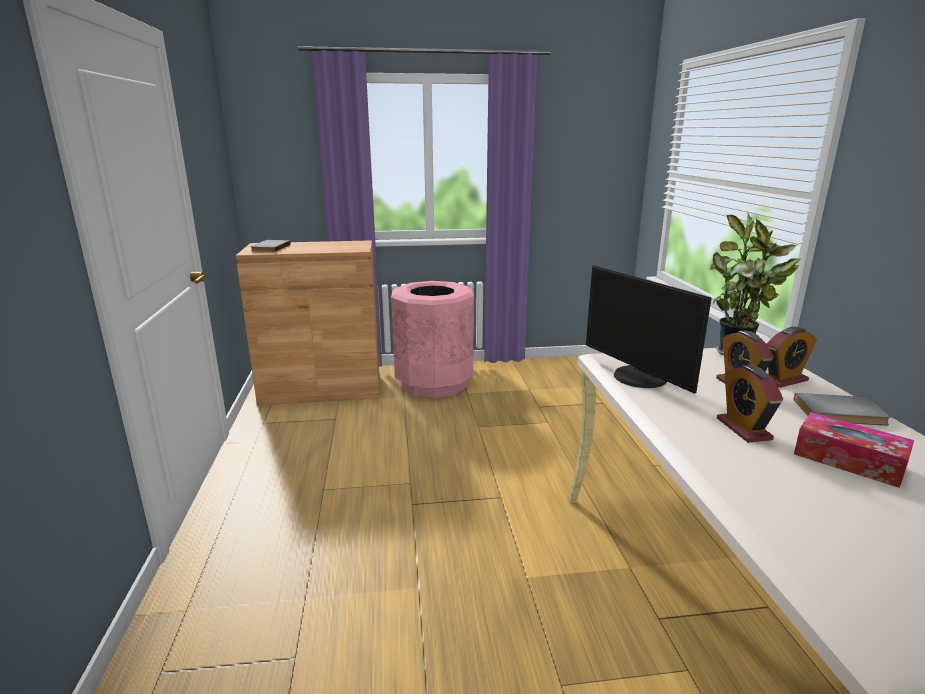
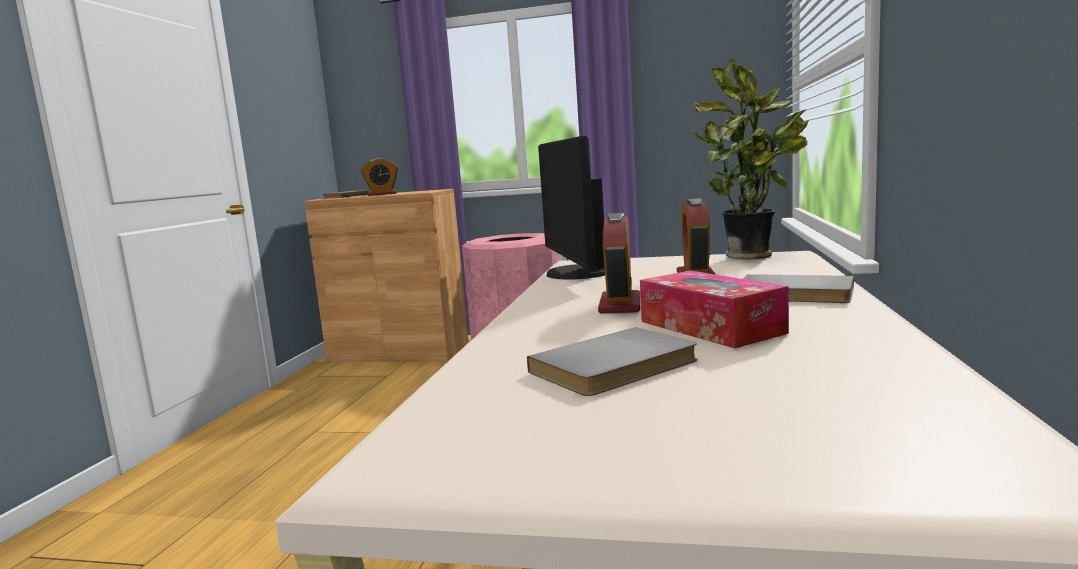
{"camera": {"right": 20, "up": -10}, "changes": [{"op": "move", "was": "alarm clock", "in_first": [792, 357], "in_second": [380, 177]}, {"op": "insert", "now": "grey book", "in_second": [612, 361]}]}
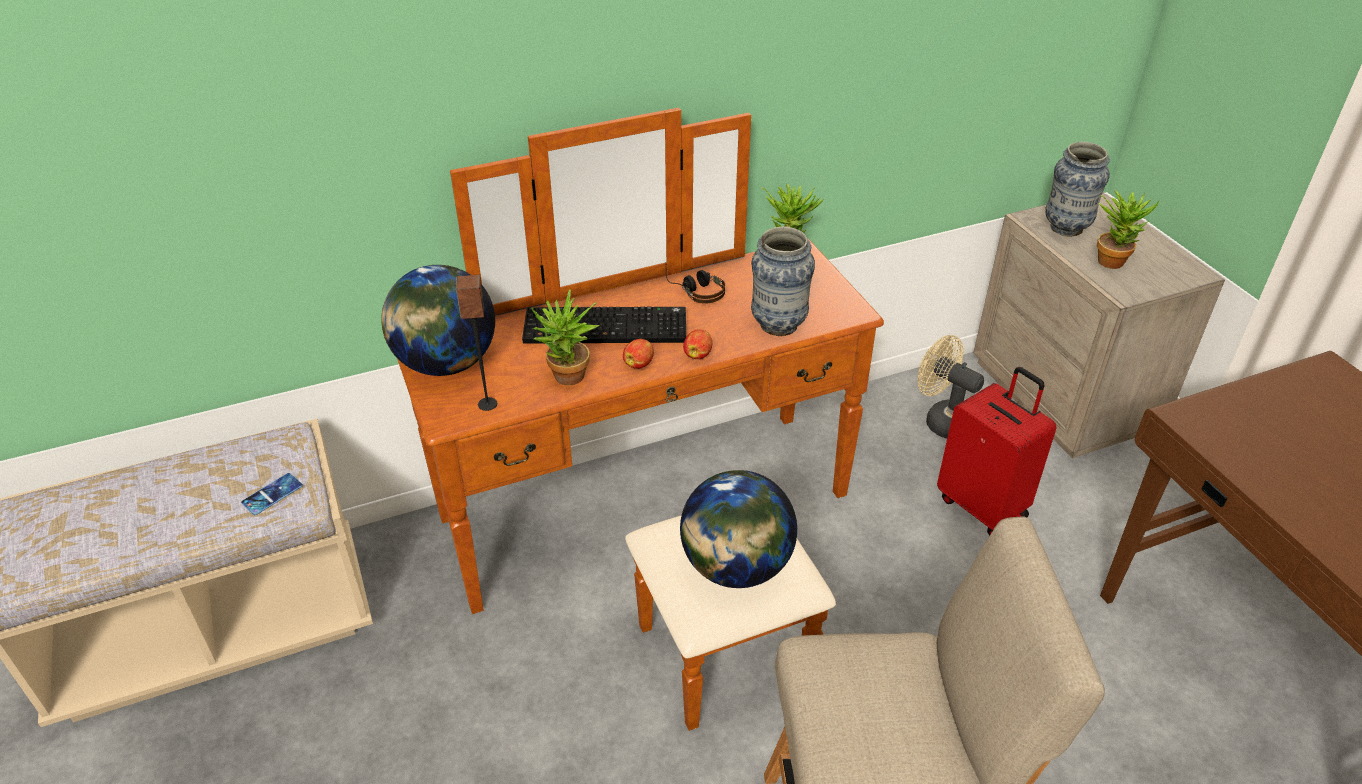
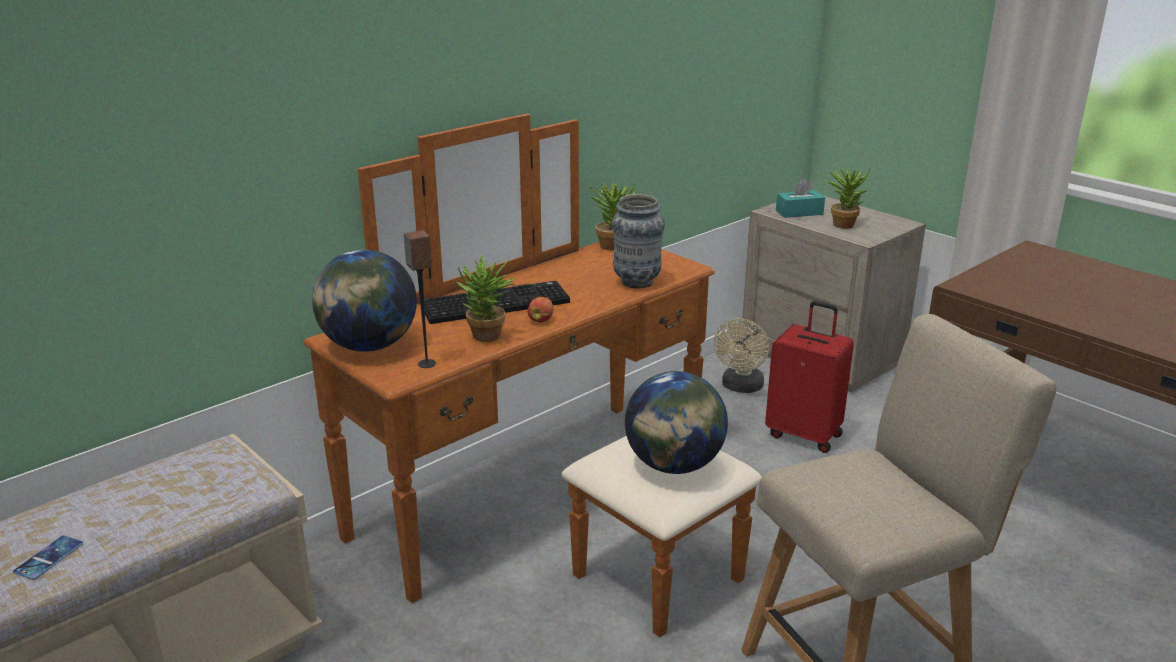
{"camera": {"right": -20, "up": -15}, "changes": [{"op": "move", "was": "phone", "in_first": [272, 494], "in_second": [48, 557]}, {"op": "delete", "was": "headphones", "in_first": [695, 287]}, {"op": "delete", "was": "apple", "in_first": [697, 344]}, {"op": "rotate", "was": "beige fan", "in_first": [950, 387], "in_second": [741, 355], "clockwise": -90}, {"op": "replace", "was": "vase", "now": "turquoise tissue box", "in_first": [1077, 189], "in_second": [800, 198]}]}
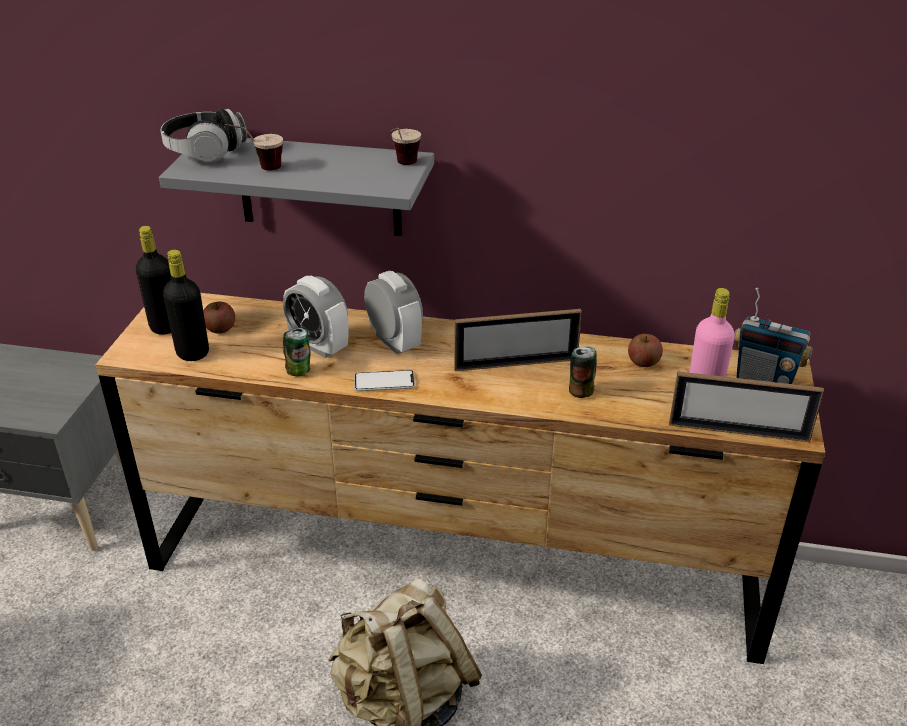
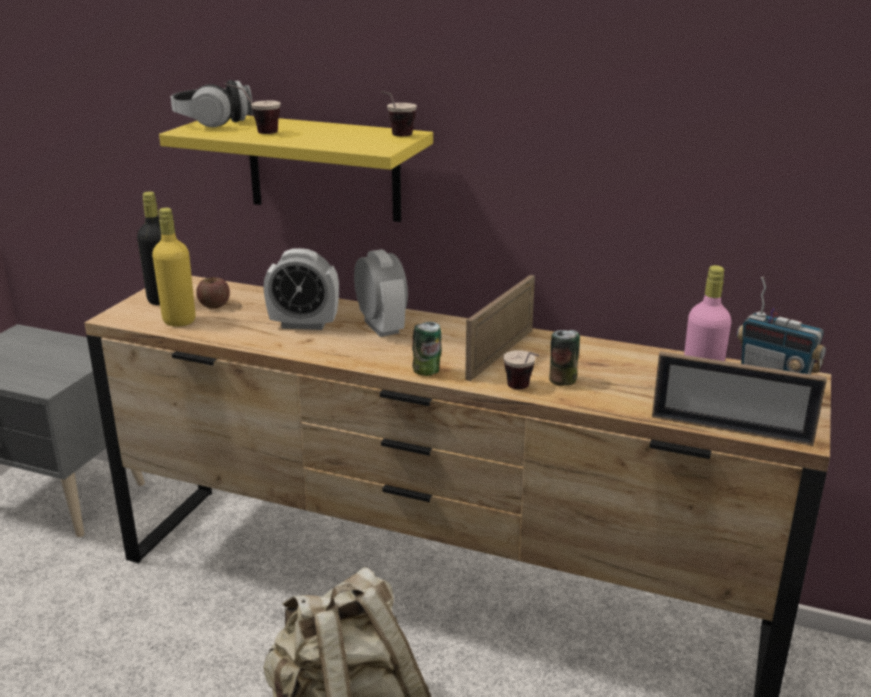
{"camera": {"right": 10, "up": -10}, "changes": [{"op": "recolor", "was": "grey shelf", "now": "yellow shelf", "in_first": [296, 187], "in_second": [296, 168]}, {"op": "recolor", "was": "black bottle", "now": "yellow bottle", "in_first": [186, 305], "in_second": [173, 267]}, {"op": "rotate", "was": "alarm clock", "in_first": [316, 317], "in_second": [301, 289], "clockwise": -45}, {"op": "move", "was": "can", "in_first": [297, 351], "in_second": [427, 349]}, {"op": "delete", "was": "phone", "in_first": [384, 380]}, {"op": "rotate", "was": "picture frame", "in_first": [518, 340], "in_second": [500, 328], "clockwise": 120}, {"op": "delete", "was": "apple", "in_first": [645, 350]}, {"op": "insert", "now": "cup", "in_second": [521, 369]}]}
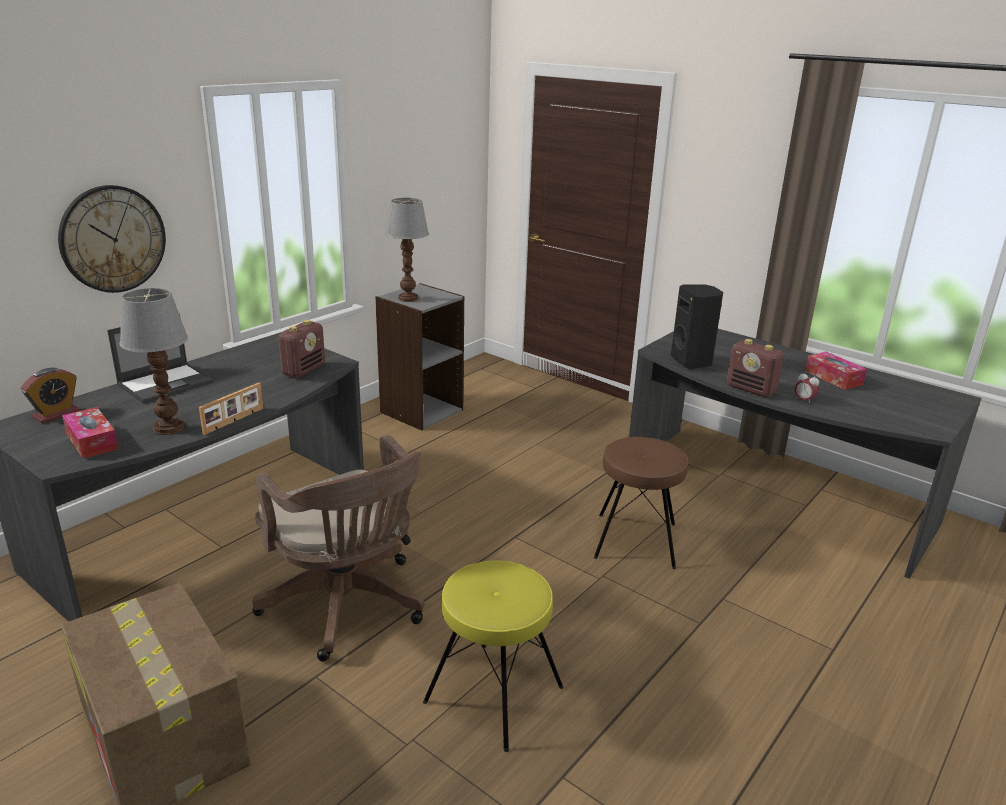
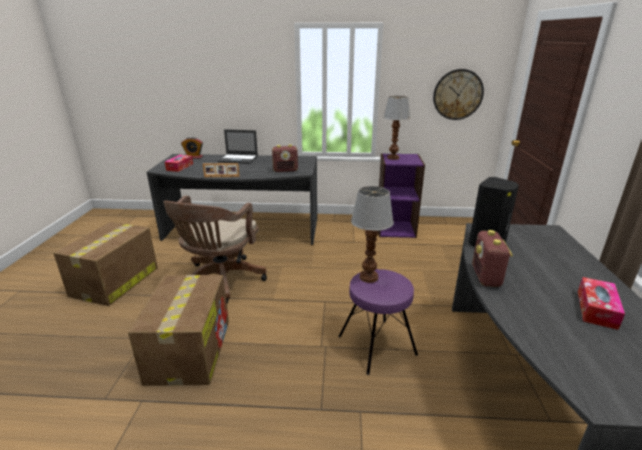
{"camera": {"right": 55, "up": 0}, "changes": [{"op": "move", "was": "wall clock", "in_first": [112, 239], "in_second": [458, 94]}, {"op": "move", "was": "table lamp", "in_first": [153, 361], "in_second": [372, 234]}, {"op": "recolor", "was": "grey bookcase", "now": "purple bookcase", "in_first": [419, 357], "in_second": [401, 195]}, {"op": "replace", "was": "yellow stool", "now": "cardboard box", "in_first": [493, 656], "in_second": [178, 330]}, {"op": "recolor", "was": "brown stool", "now": "purple stool", "in_first": [641, 503], "in_second": [378, 322]}, {"op": "delete", "was": "alarm clock", "in_first": [807, 387]}]}
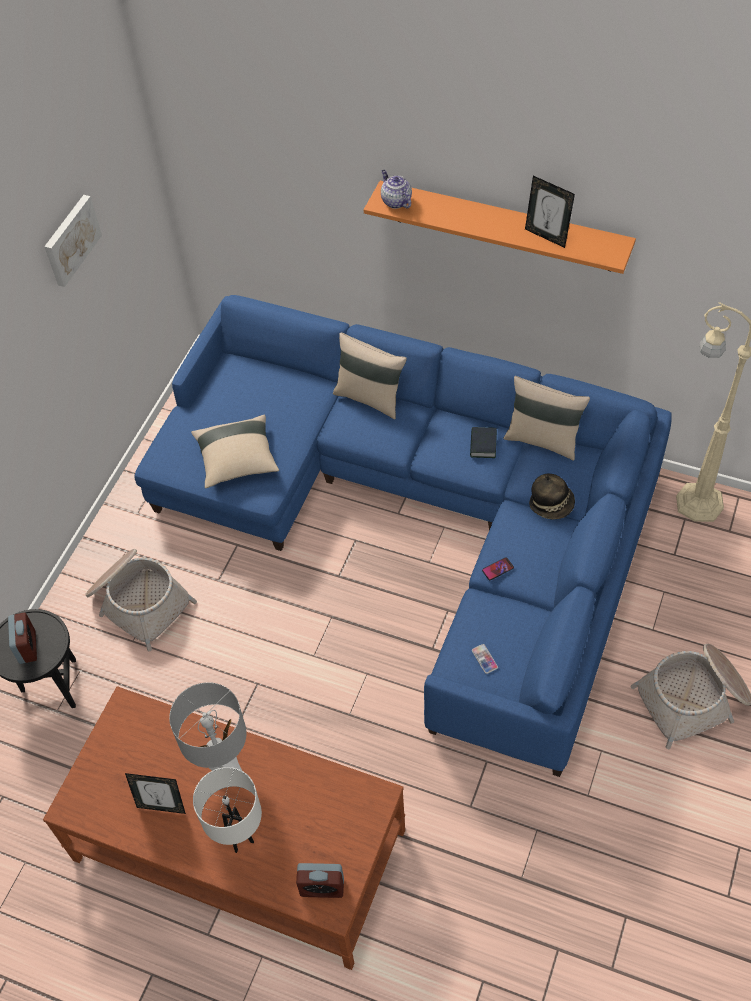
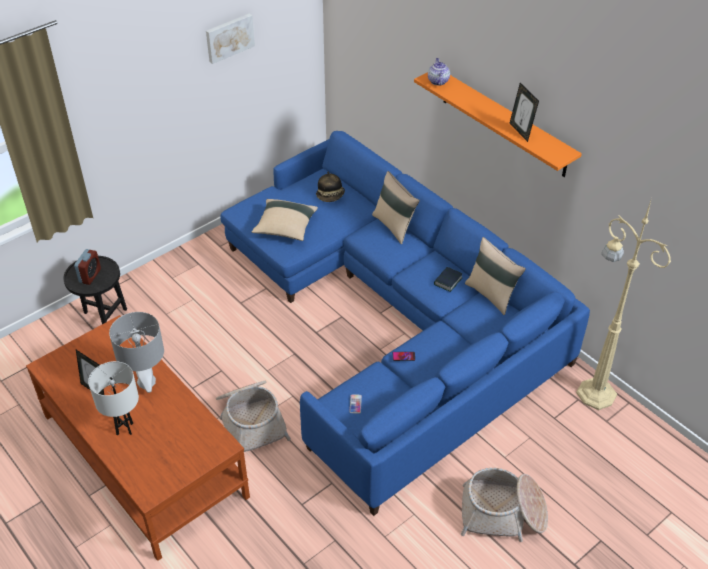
{"camera": {"right": 25, "up": -10}, "changes": [{"op": "move", "was": "basket", "in_first": [141, 600], "in_second": [253, 416]}, {"op": "delete", "was": "alarm clock", "in_first": [320, 880]}, {"op": "move", "was": "hat", "in_first": [552, 496], "in_second": [330, 186]}]}
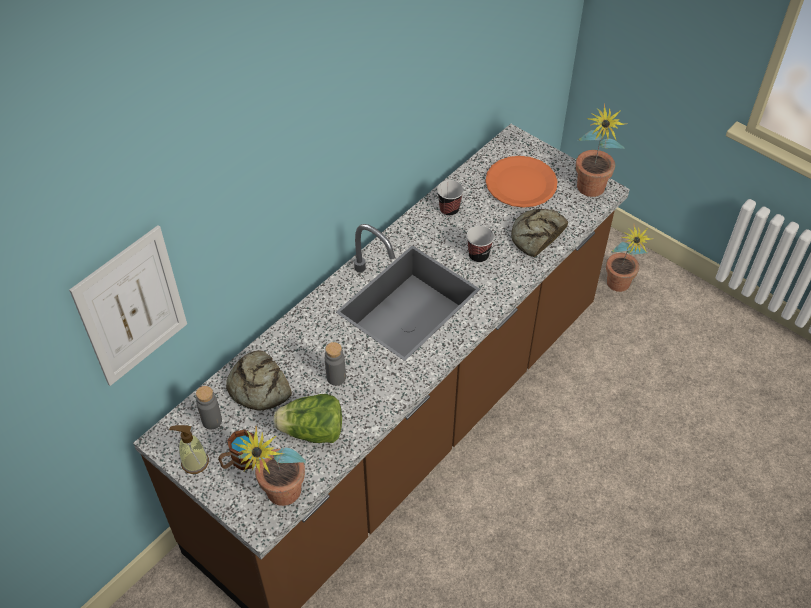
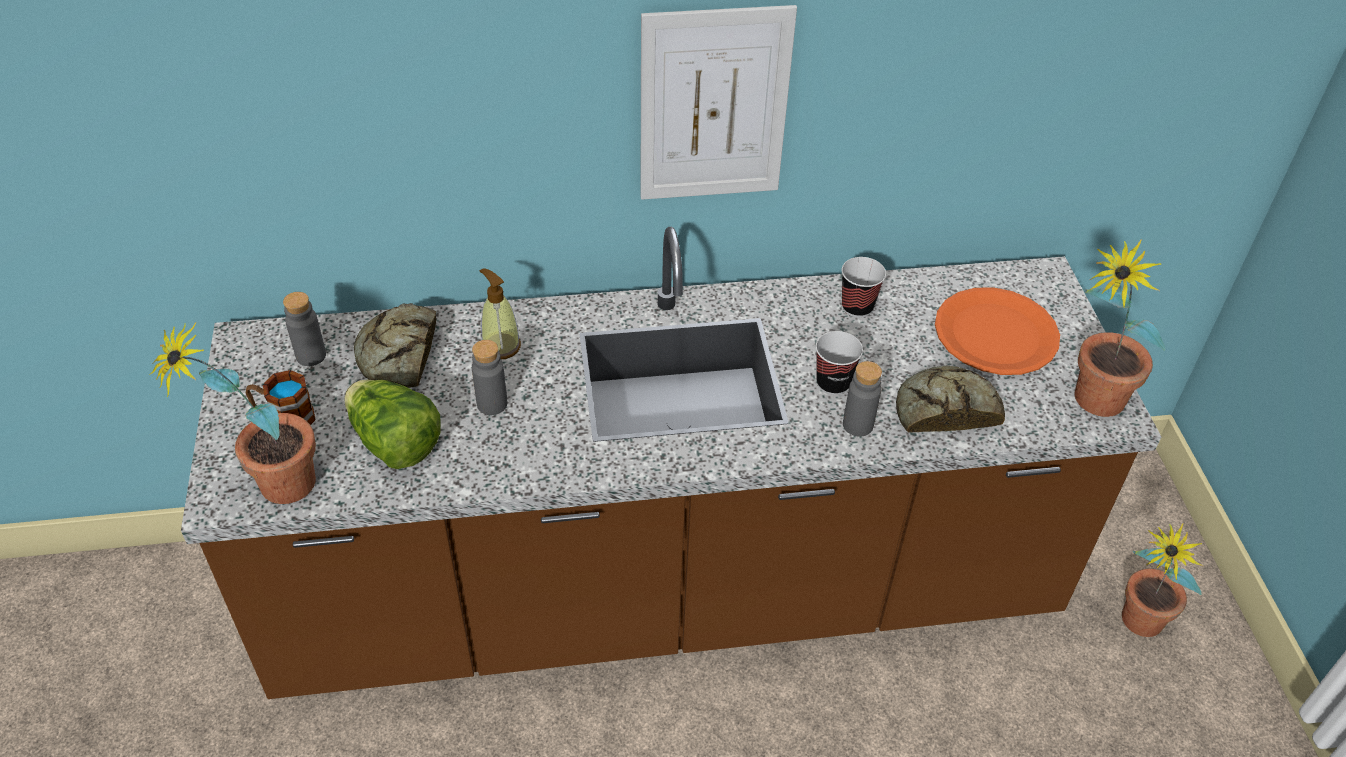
{"camera": {"right": 40, "up": -5}, "changes": [{"op": "move", "was": "picture", "in_first": [128, 305], "in_second": [718, 102]}, {"op": "move", "was": "soap dispenser", "in_first": [189, 449], "in_second": [500, 313]}, {"op": "insert", "now": "grey bottle", "in_second": [862, 399]}]}
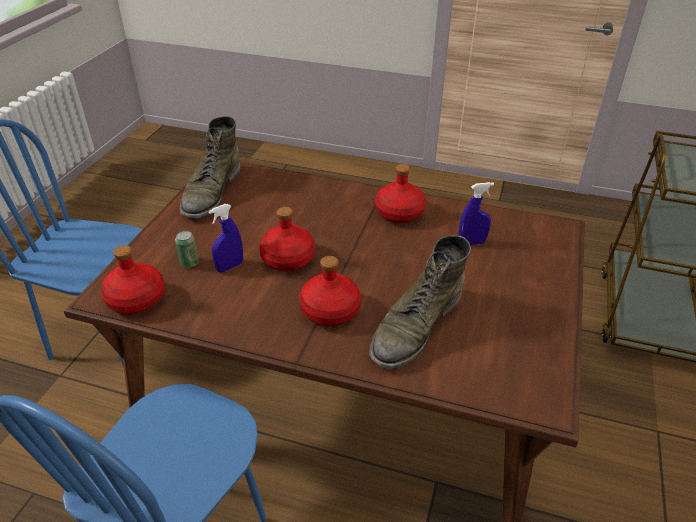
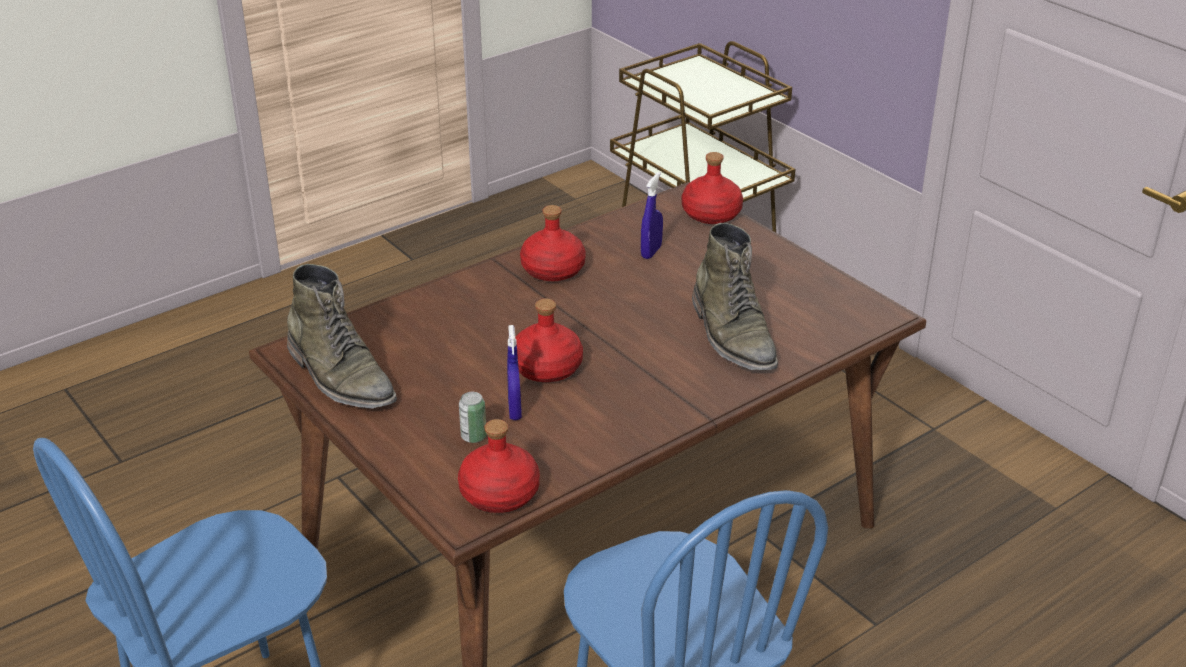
{"camera": {"right": -55, "up": -5}, "changes": [{"op": "move", "was": "red bottle", "in_first": [330, 291], "in_second": [712, 188]}]}
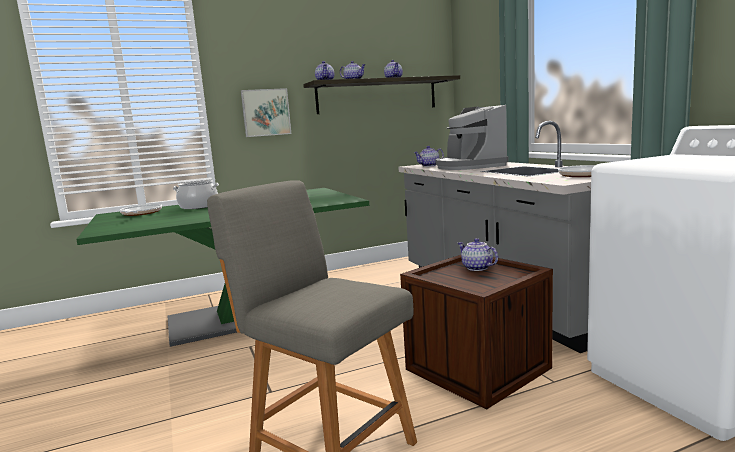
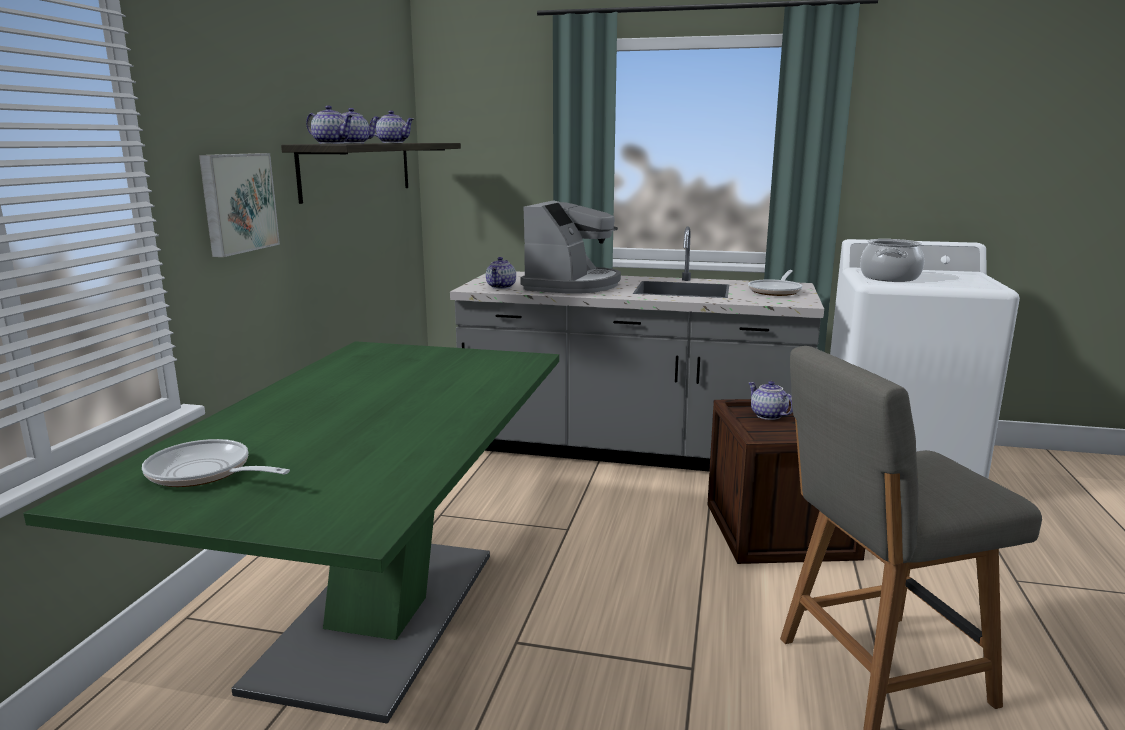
{"camera": {"right": -55, "up": 5}, "changes": [{"op": "move", "was": "cooking pot", "in_first": [196, 194], "in_second": [892, 260]}, {"op": "rotate", "was": "coffee machine", "in_first": [472, 137], "in_second": [570, 247], "clockwise": -90}, {"op": "rotate", "was": "teapot", "in_first": [478, 254], "in_second": [771, 400], "clockwise": 60}]}
